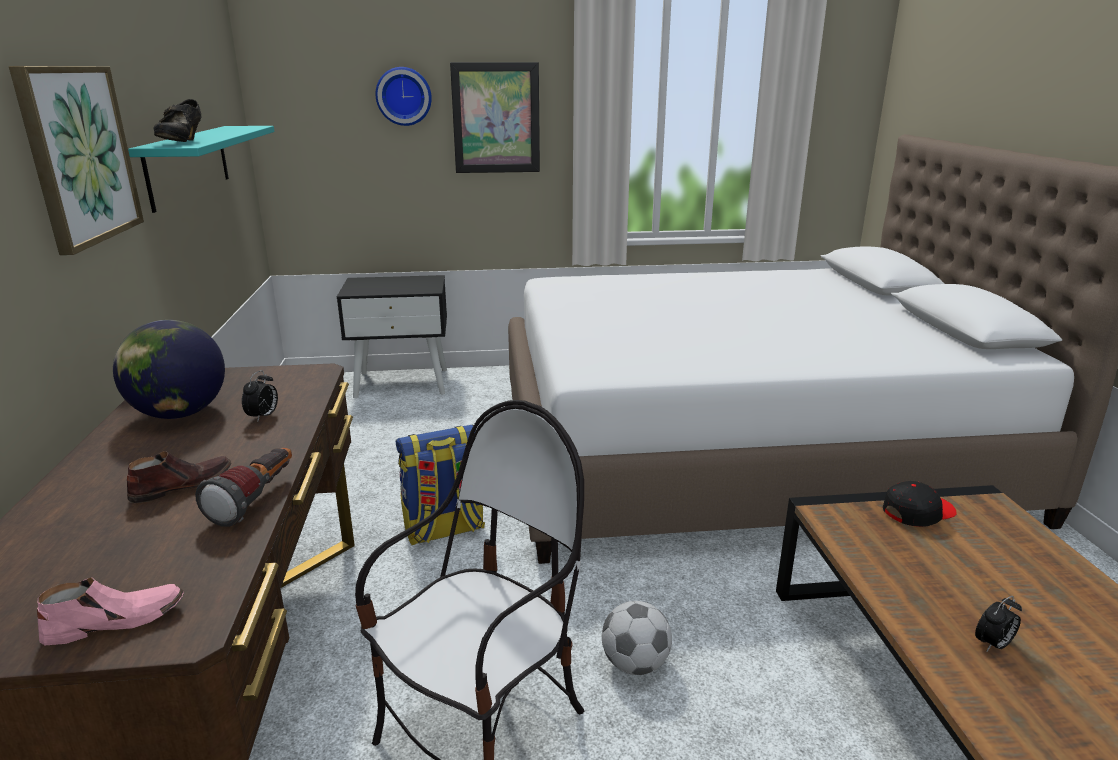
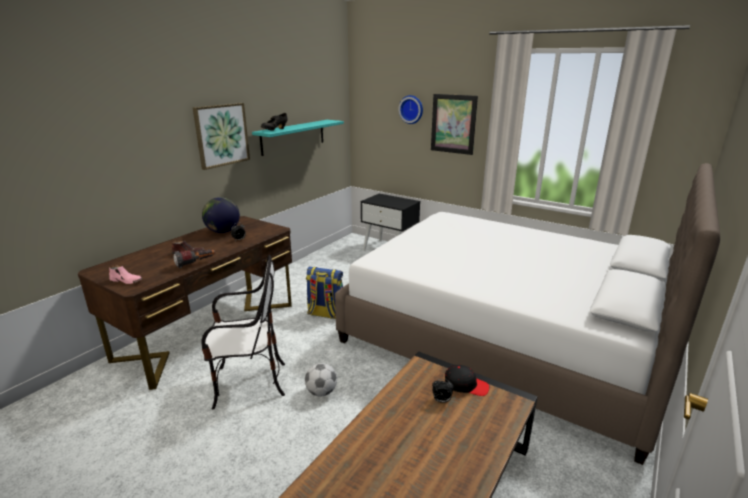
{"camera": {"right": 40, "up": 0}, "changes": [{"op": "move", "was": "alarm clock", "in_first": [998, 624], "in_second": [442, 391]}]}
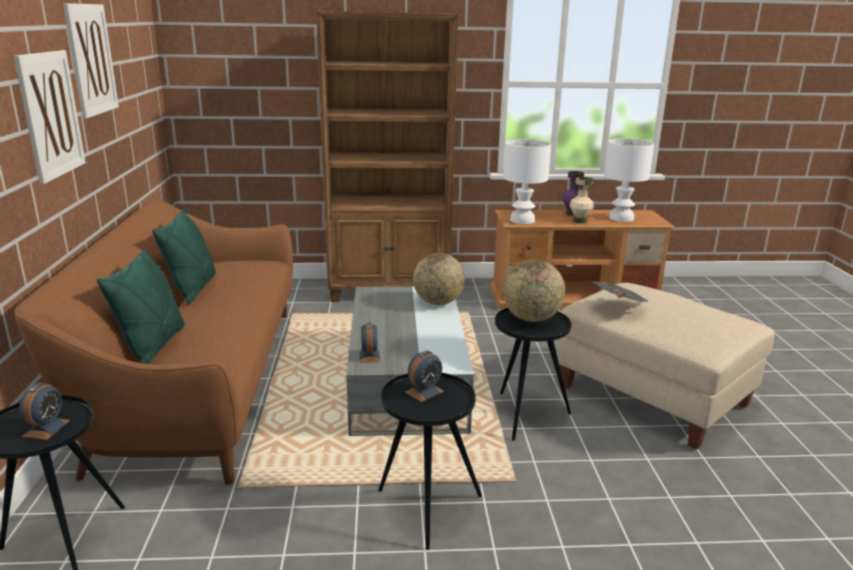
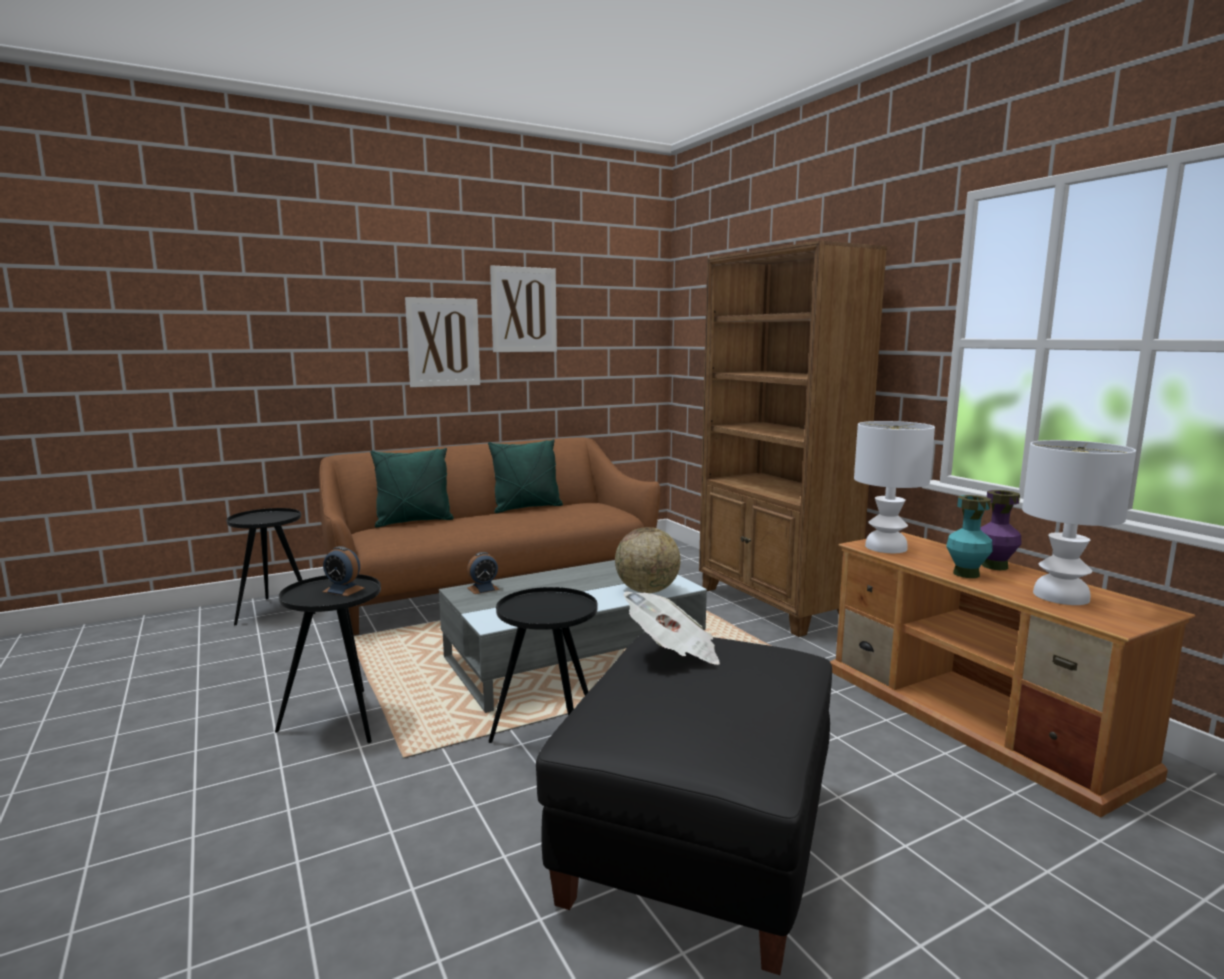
{"camera": {"right": 65, "up": -10}, "changes": [{"op": "delete", "was": "alarm clock", "in_first": [44, 411]}, {"op": "delete", "was": "globe", "in_first": [534, 291]}, {"op": "recolor", "was": "beige ottoman", "now": "black ottoman", "in_first": [666, 366], "in_second": [684, 803]}, {"op": "recolor", "was": "beige vase", "now": "turquoise vase", "in_first": [581, 200], "in_second": [969, 536]}]}
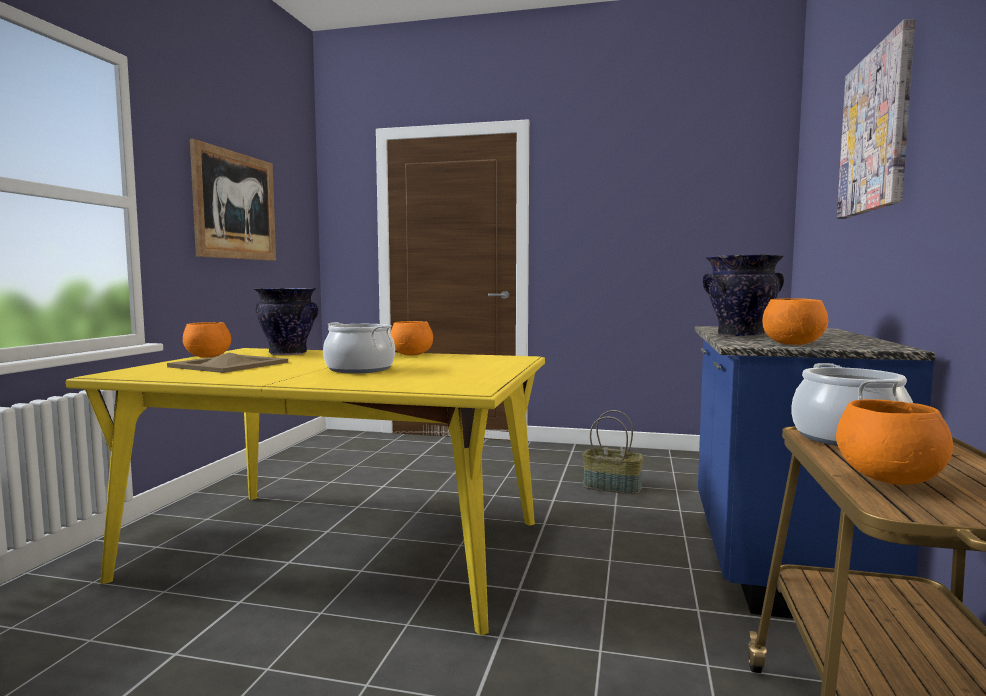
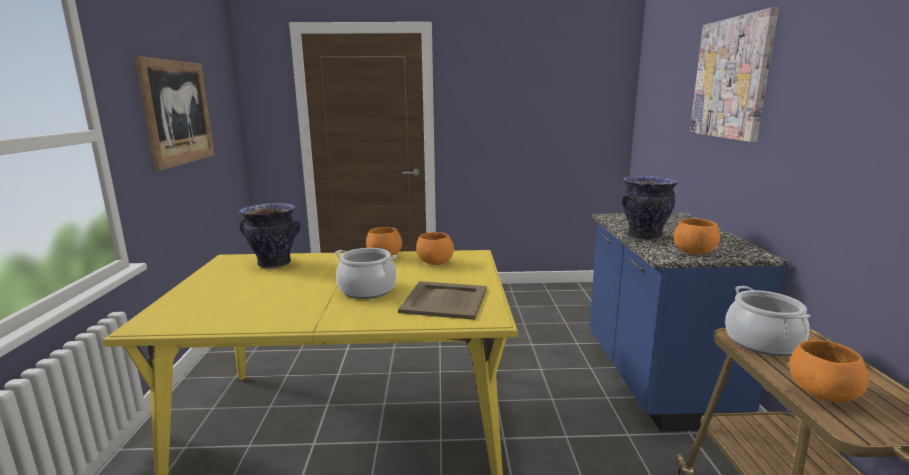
{"camera": {"right": -15, "up": 10}, "changes": [{"op": "move", "was": "beige tray", "in_first": [227, 363], "in_second": [442, 300]}, {"op": "move", "was": "orange bowl", "in_first": [207, 340], "in_second": [435, 248]}, {"op": "delete", "was": "basket", "in_first": [613, 452]}]}
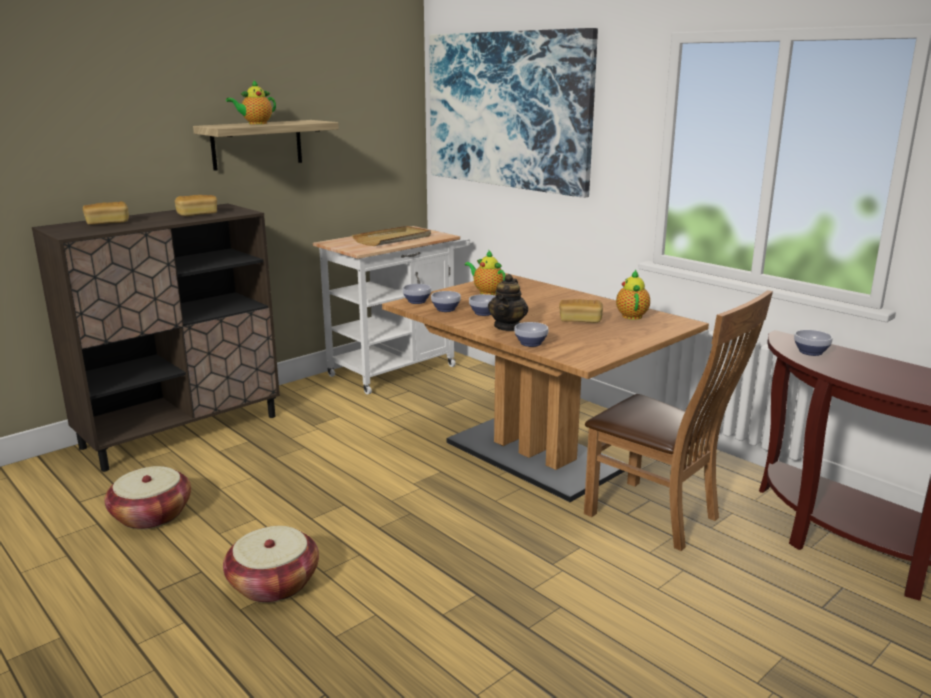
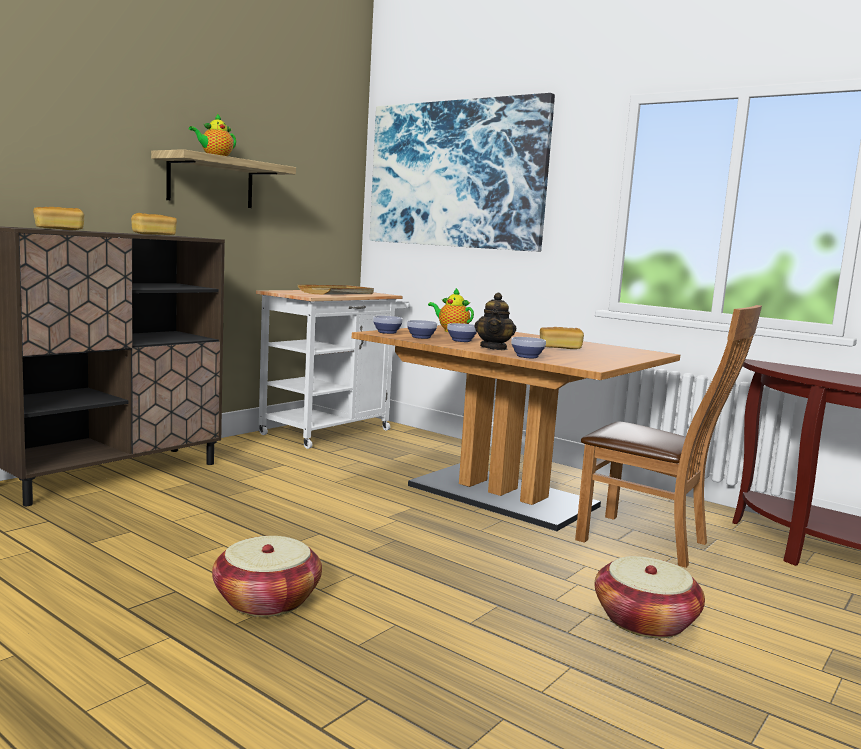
{"camera": {"right": -10, "up": -10}, "changes": [{"op": "move", "was": "basket", "in_first": [147, 498], "in_second": [650, 597]}, {"op": "delete", "was": "teapot", "in_first": [633, 294]}, {"op": "delete", "was": "bowl", "in_first": [813, 343]}]}
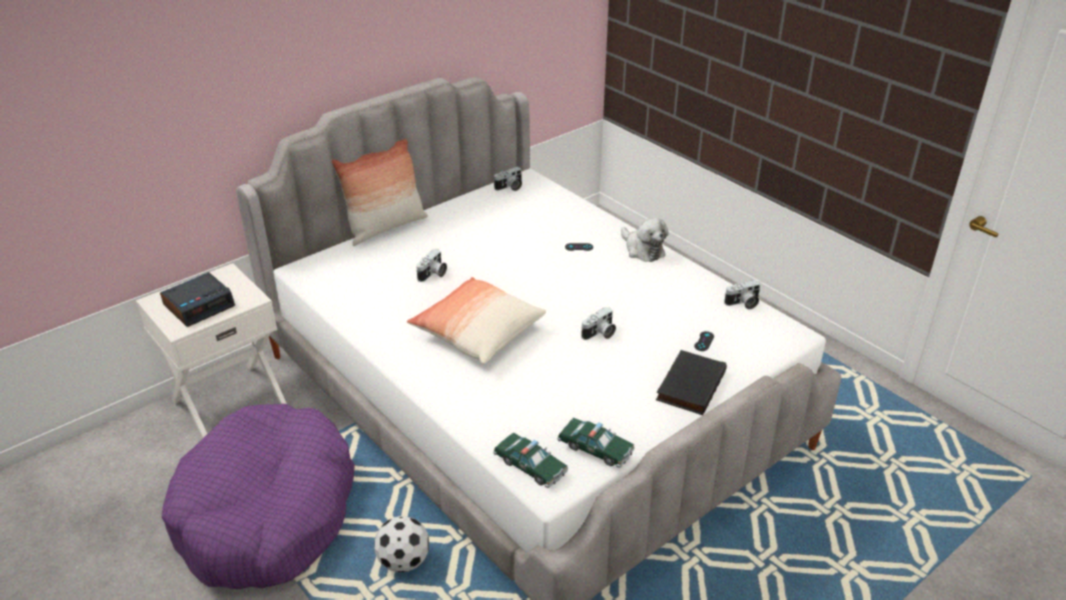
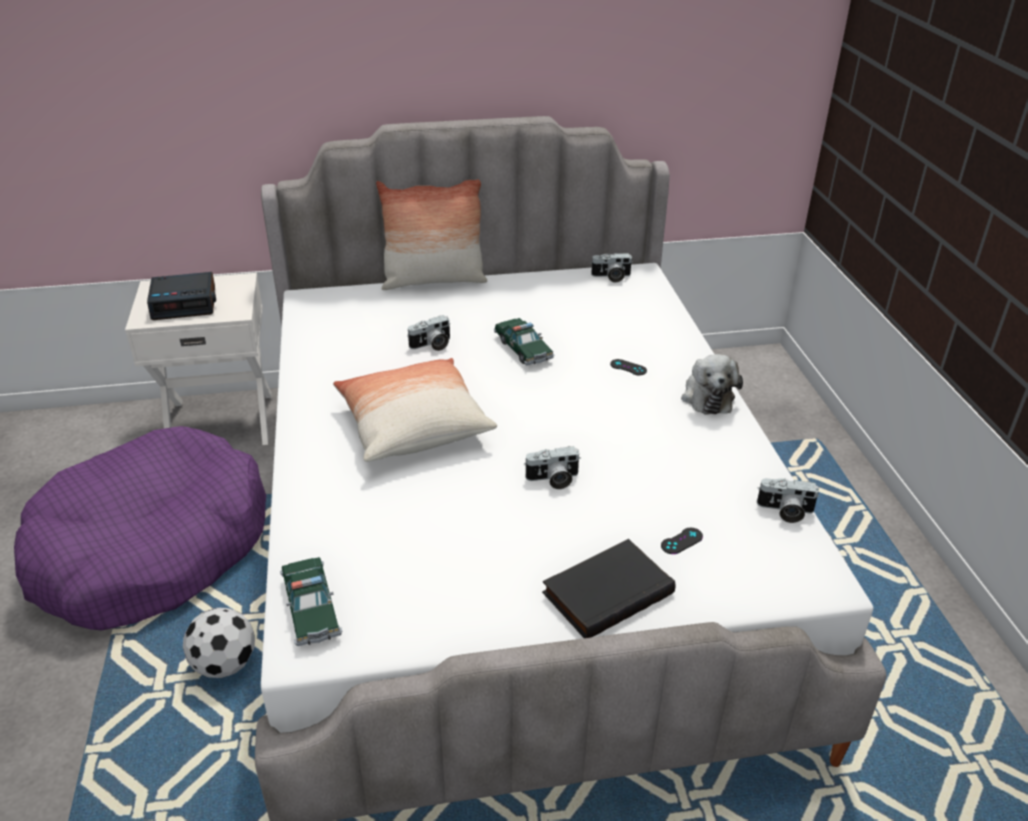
{"camera": {"right": 30, "up": 0}, "changes": [{"op": "move", "was": "toy car", "in_first": [596, 443], "in_second": [524, 342]}]}
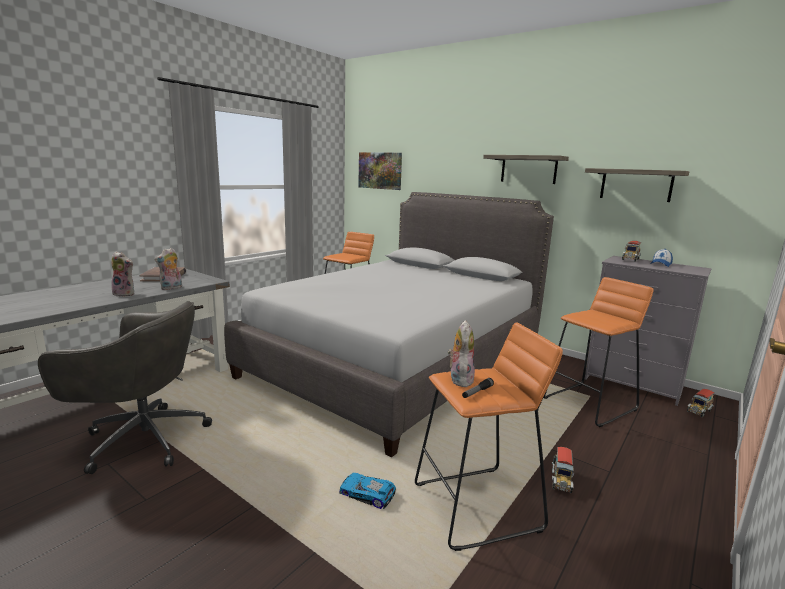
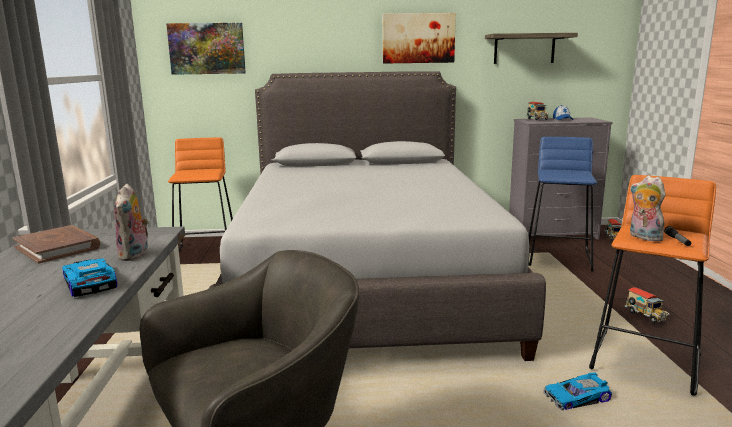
{"camera": {"right": -40, "up": 0}, "changes": [{"op": "replace", "was": "plush toy", "now": "toy car", "in_first": [122, 274], "in_second": [89, 277]}, {"op": "replace", "was": "shelf", "now": "picture", "in_first": [526, 169], "in_second": [419, 38]}, {"op": "recolor", "was": "orange stool", "now": "blue stool", "in_first": [599, 352], "in_second": [562, 204]}]}
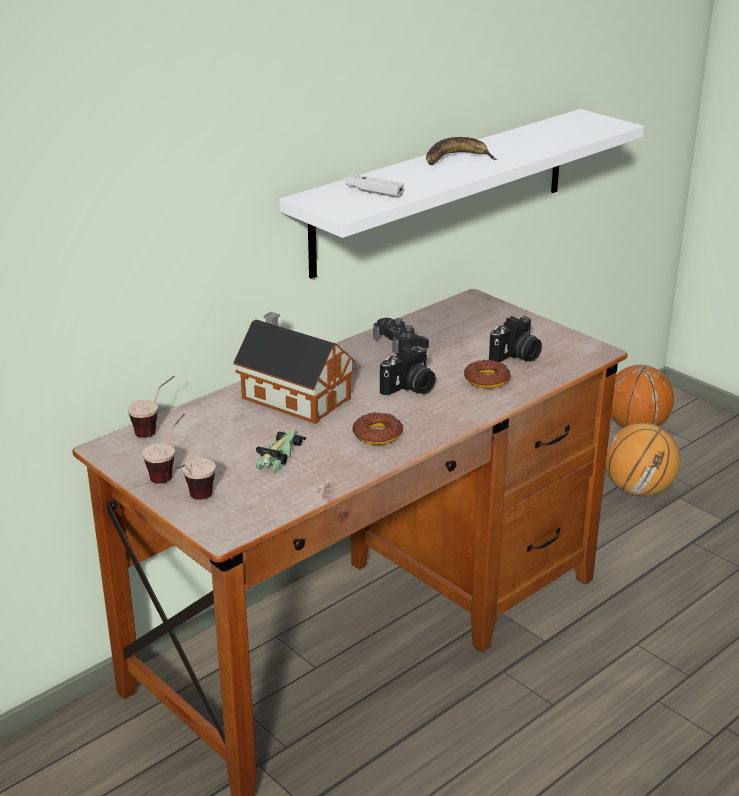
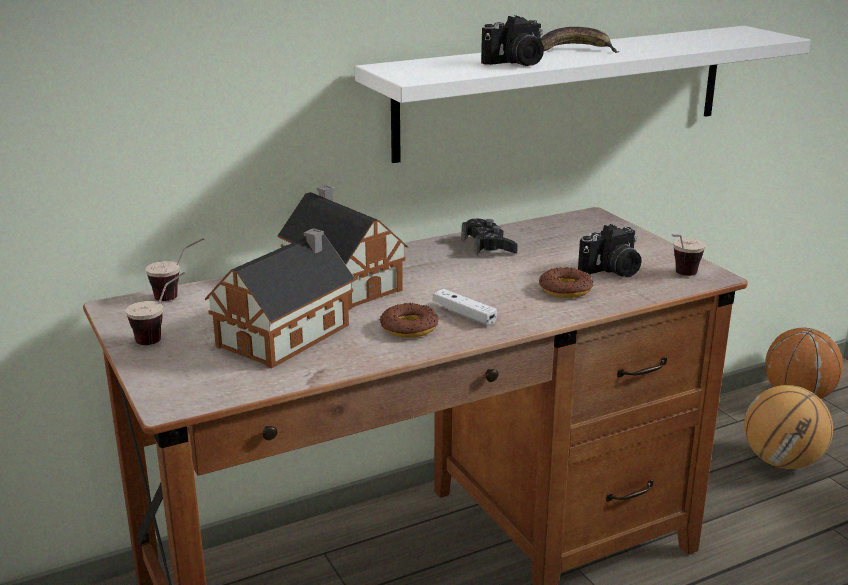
{"camera": {"right": 15, "up": -5}, "changes": [{"op": "move", "was": "cup", "in_first": [194, 479], "in_second": [688, 255]}, {"op": "replace", "was": "toy car", "now": "toy house", "in_first": [281, 451], "in_second": [280, 298]}, {"op": "move", "was": "white game controller", "in_first": [374, 186], "in_second": [465, 307]}, {"op": "move", "was": "photo camera", "in_first": [408, 370], "in_second": [512, 40]}]}
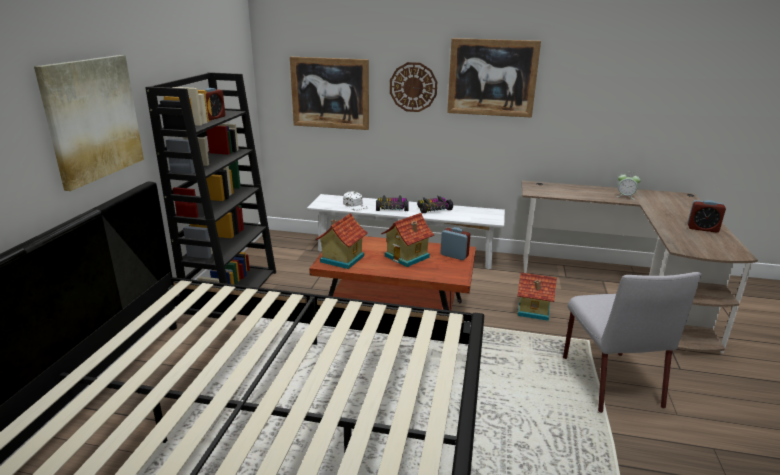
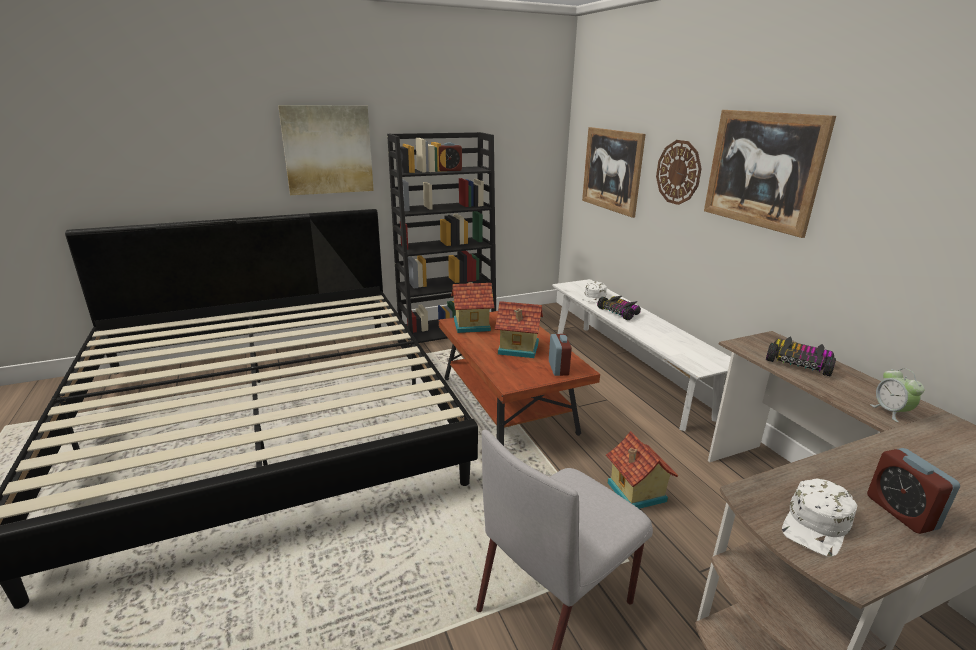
{"camera": {"right": 55, "up": 0}, "changes": [{"op": "move", "was": "toy car", "in_first": [435, 204], "in_second": [801, 356]}, {"op": "insert", "now": "white cap", "in_second": [819, 517]}]}
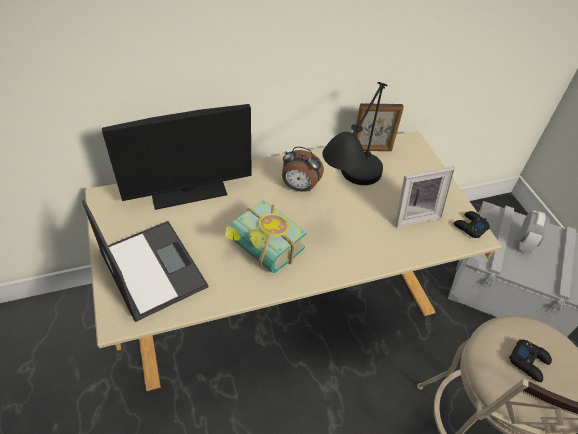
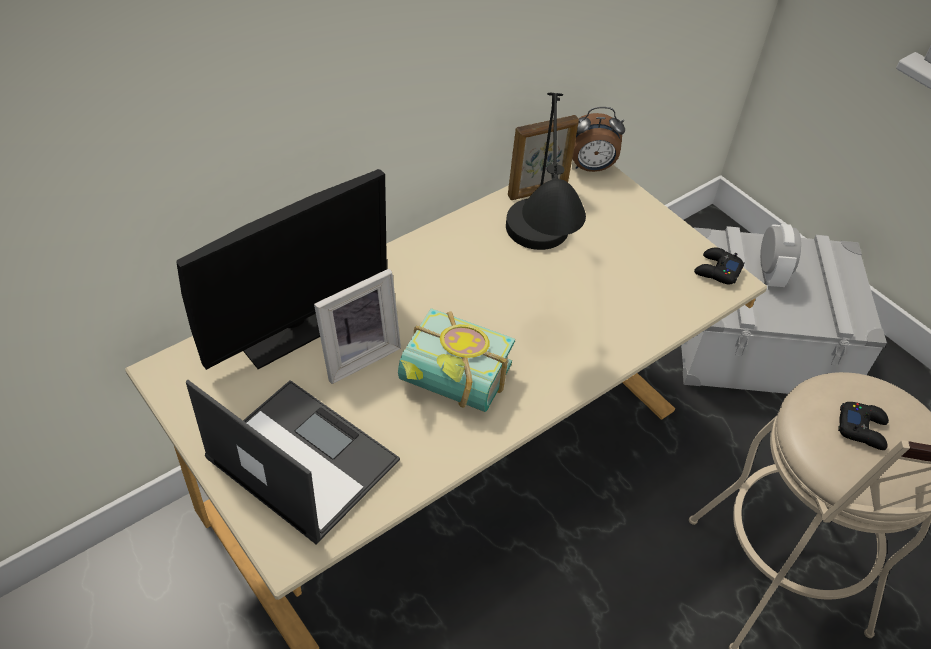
{"camera": {"right": -20, "up": 0}, "changes": [{"op": "move", "was": "alarm clock", "in_first": [303, 169], "in_second": [598, 139]}, {"op": "move", "was": "picture frame", "in_first": [425, 196], "in_second": [357, 326]}]}
